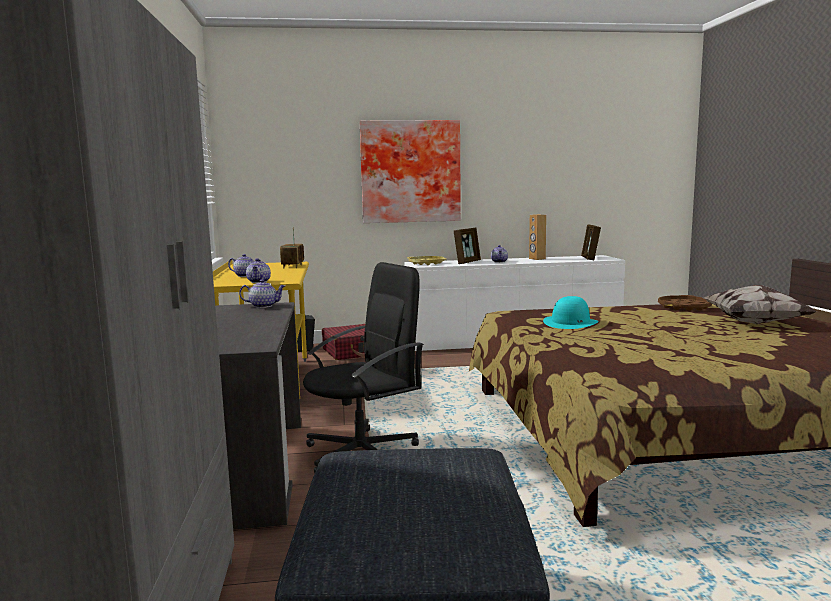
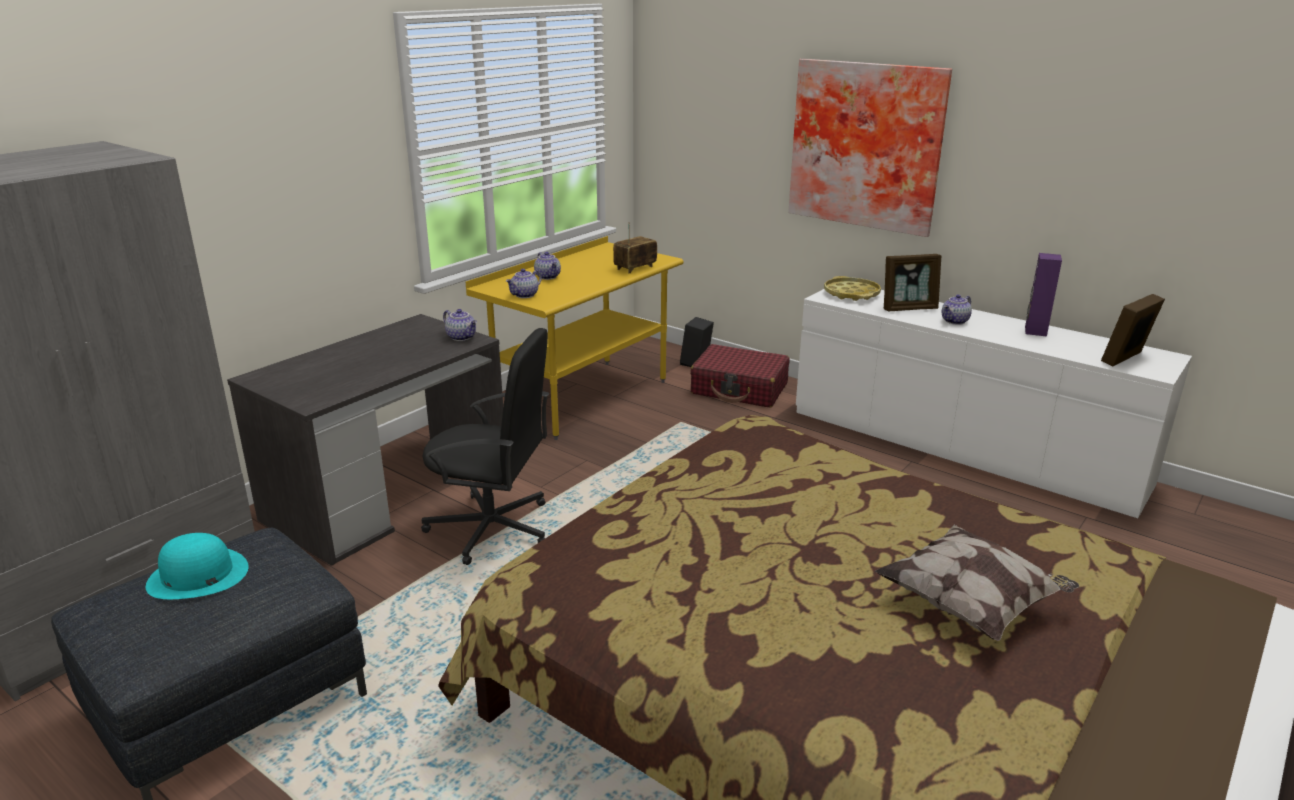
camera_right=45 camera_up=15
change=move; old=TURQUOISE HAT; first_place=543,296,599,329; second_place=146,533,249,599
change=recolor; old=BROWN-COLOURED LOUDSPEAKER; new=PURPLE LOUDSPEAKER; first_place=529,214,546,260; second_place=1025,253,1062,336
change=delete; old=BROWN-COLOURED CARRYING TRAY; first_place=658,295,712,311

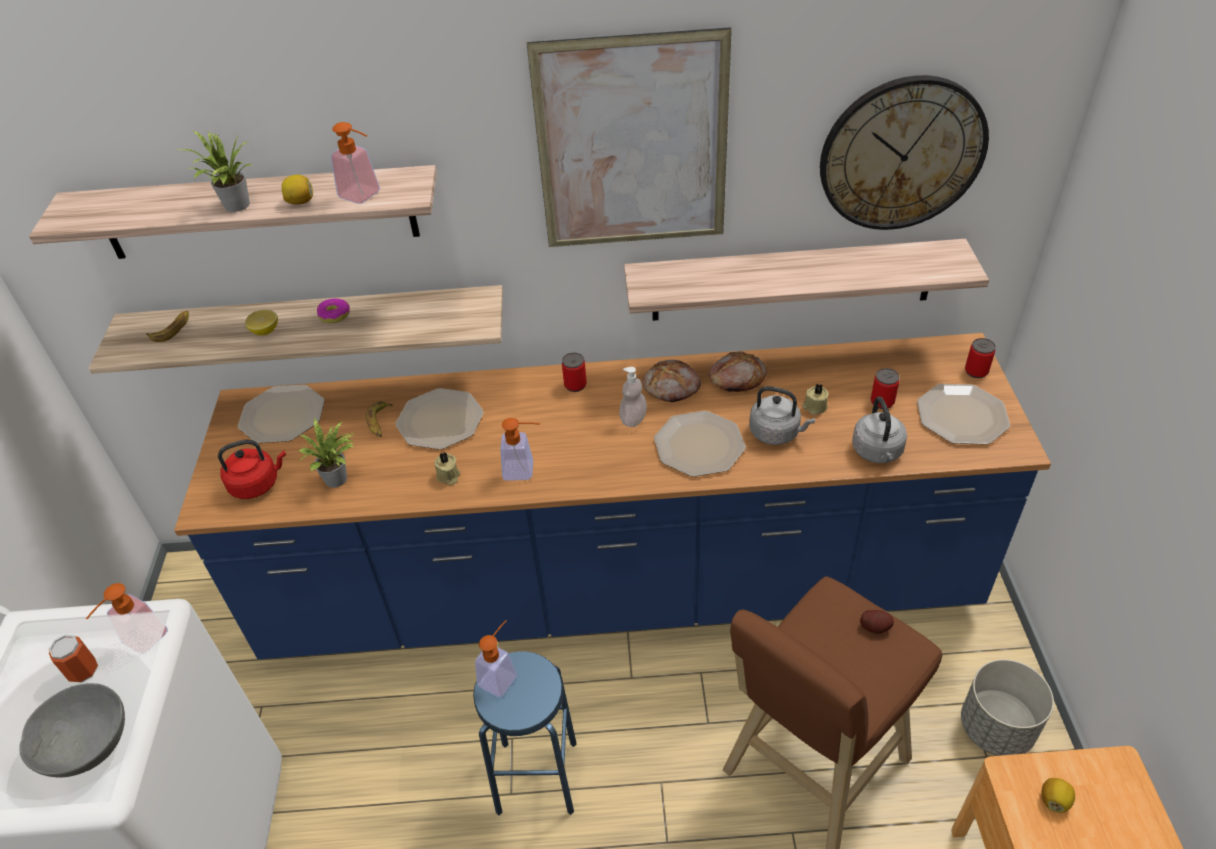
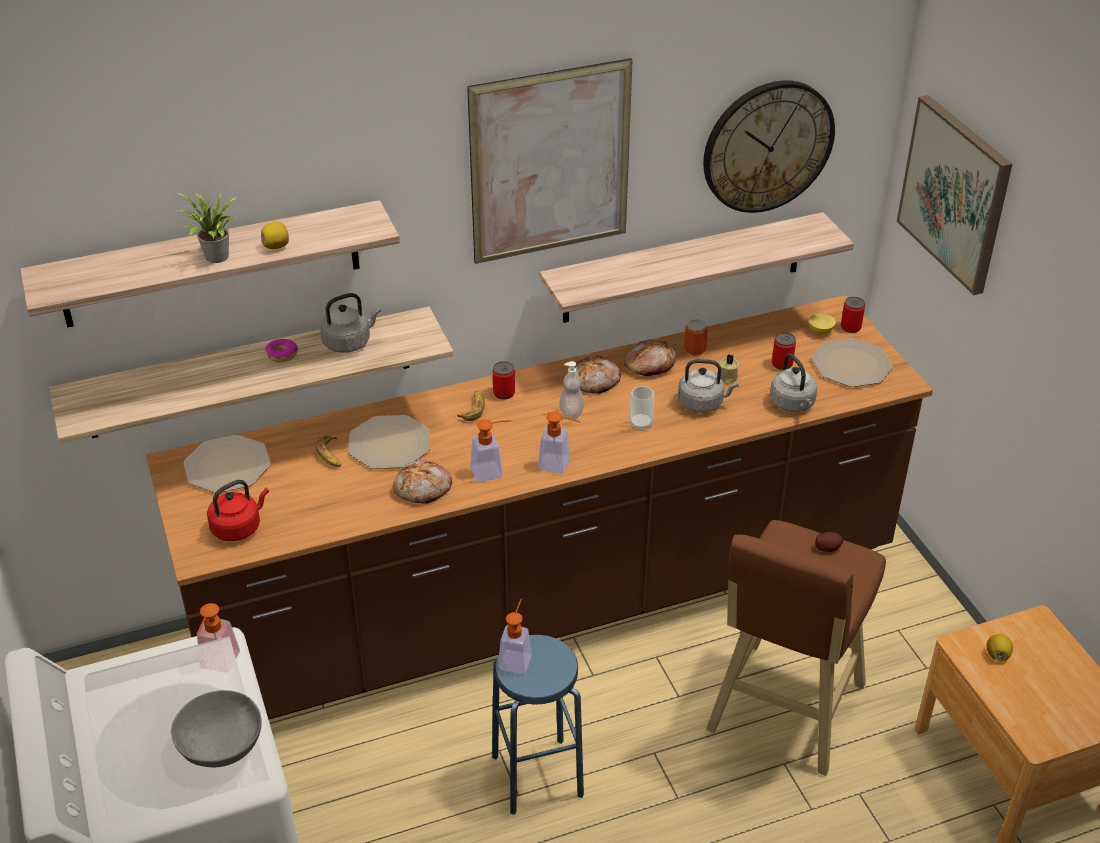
camera_right=-20 camera_up=-5
change=recolor; old=BLUE COUNTER; new=BROWN-COLOURED COUNTER; first_place=174,333,1051,659; second_place=146,295,933,720
change=insert; new=GRAY KETTLE; second_place=320,293,381,353
change=replace; old=SAND-COLOURED CANDLE; new=BAKERY BREAD; first_place=434,452,460,486; second_place=393,460,452,504
change=move; old=WHOLE BANANA; first_place=146,311,189,342; second_place=457,391,485,421
change=move; old=SOAP DISPENSER; first_place=331,122,380,204; second_place=538,411,581,474
change=replace; old=FLAT DISH; new=DRINKING CUP; first_place=654,411,746,477; second_place=629,386,654,431
change=move; old=SEALED CAN; first_place=48,635,98,683; second_place=684,319,708,356
change=move; old=CITRUS FRUIT; first_place=245,310,278,336; second_place=809,313,836,335
change=insert; new=WALL PICTURE; second_place=897,95,1013,295
change=delete; old=HOUSEPLANT; first_place=299,418,355,488
change=delete; old=GRAY PLANT POT; first_place=961,659,1054,756

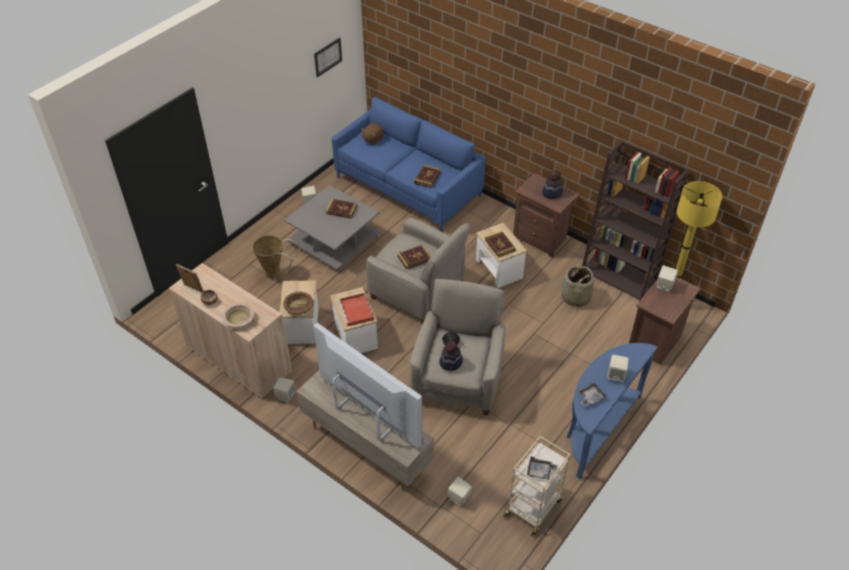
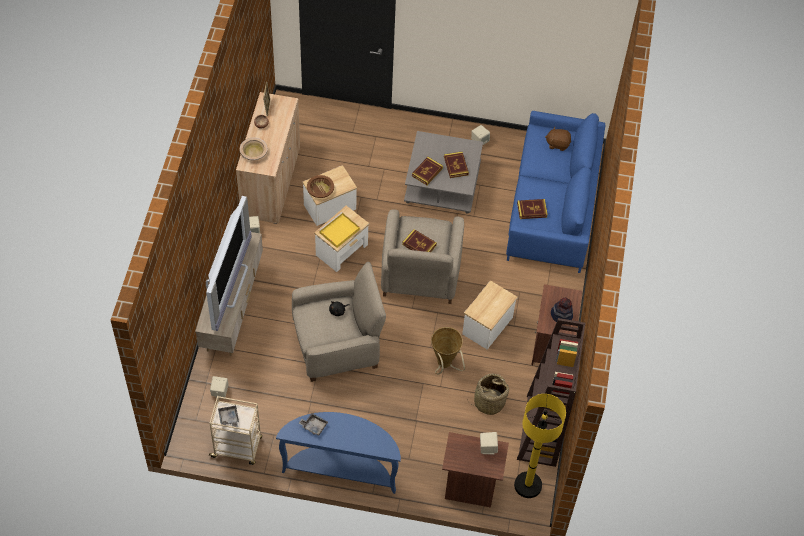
camera_right=60 camera_up=10
change=recolor; old=RED-COLOURED CARRYING TRAY; new=YELLOW CARRYING TRAY; first_place=338,293,374,327; second_place=319,212,360,248
change=move; old=BOUND BOOK; first_place=485,231,516,257; second_place=412,157,443,185
change=move; old=STORAGE BASKET; first_place=253,235,300,281; second_place=431,327,465,374
change=delete; old=WALL PICTURE; first_place=314,37,342,77
change=delete; old=HAT; first_place=439,341,463,371
change=delete; old=SAND-COLOURED LOUDSPEAKER; first_place=607,354,629,382

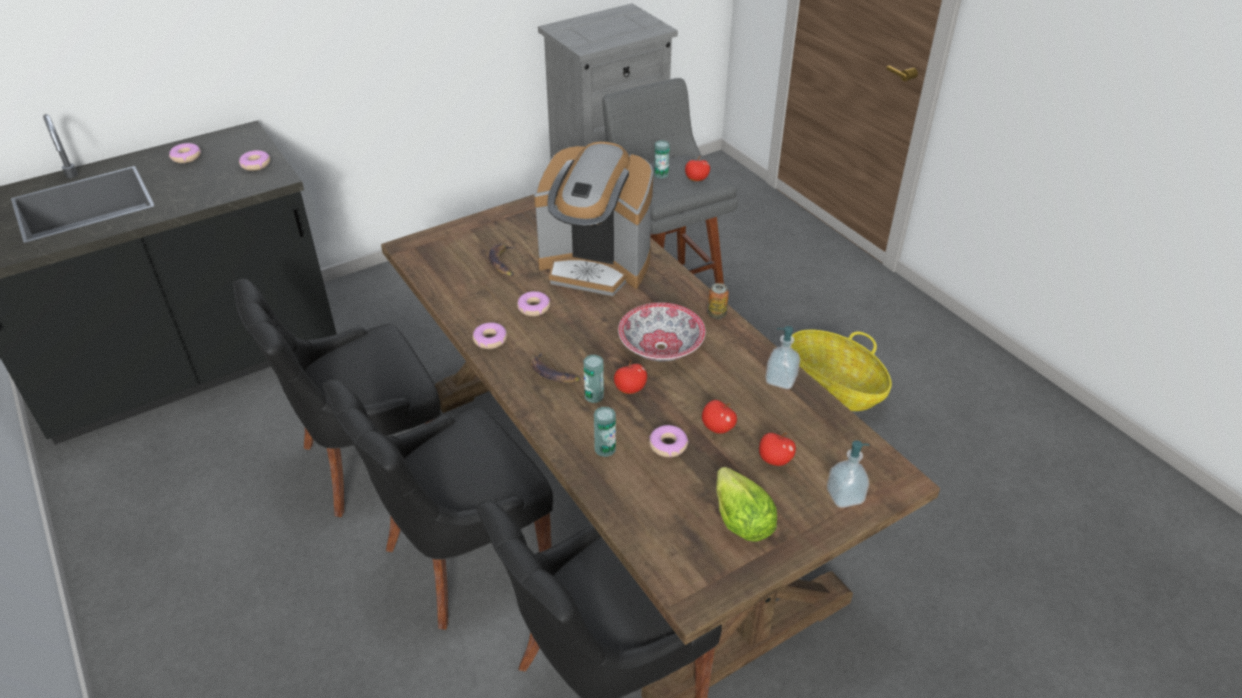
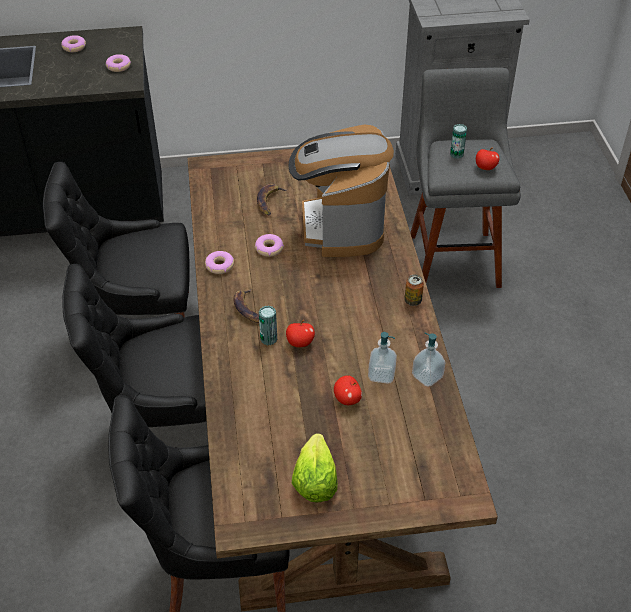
camera_right=25 camera_up=5
change=rotate; old=COFFEE MAKER; first_place=534,142,653,296; second_place=288,125,394,257; degrees=45
change=move; old=SOAP DISPENSER; first_place=827,441,869,508; second_place=368,332,397,384
change=delete; old=SEALED CAN; first_place=594,406,616,457
change=delete; old=SERVING BOWL; first_place=618,302,706,361
change=delete; old=DONUT; first_place=649,425,689,457
change=delete; old=APPLE FRUIT; first_place=759,433,796,466
change=delete; old=STORAGE BASKET; first_place=791,330,892,411

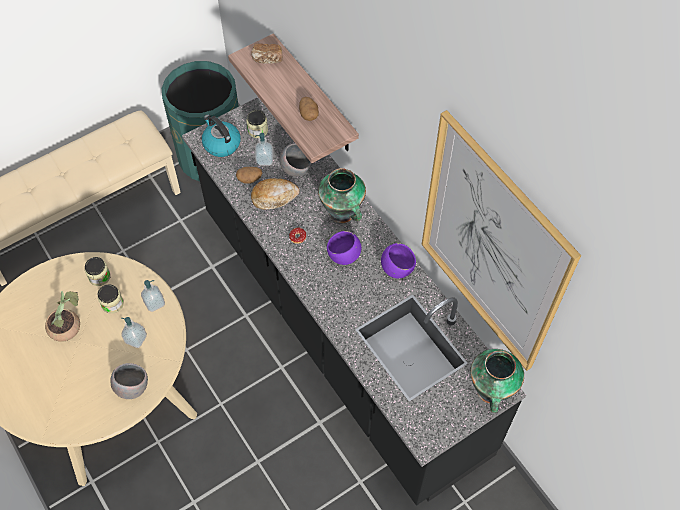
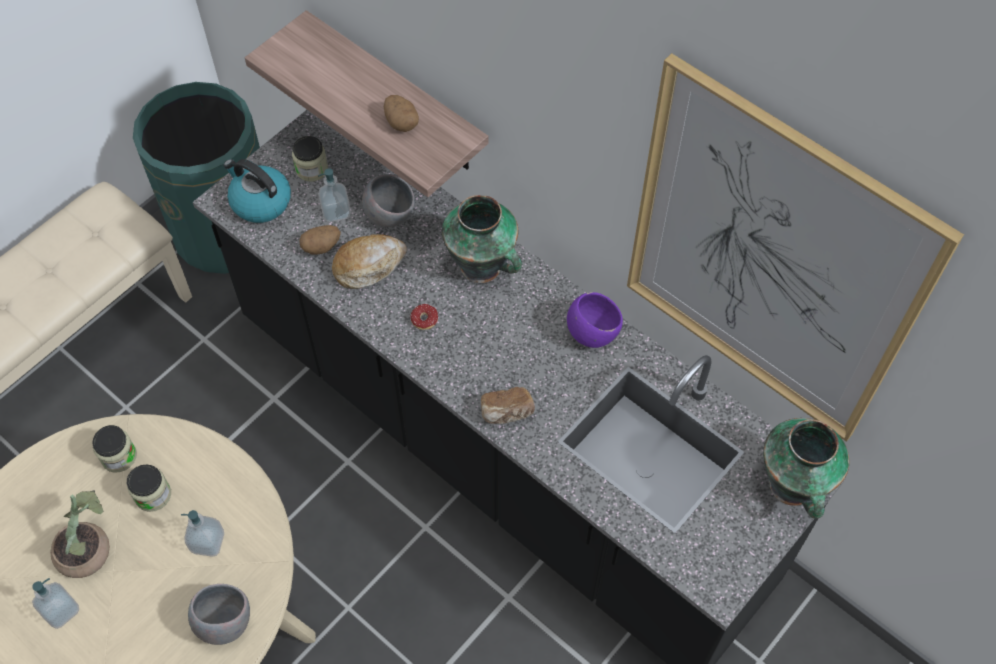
camera_right=-15 camera_up=0
change=move; old=SOAP DISPENSER; first_place=141,280,165,312; second_place=32,578,79,629
change=move; old=BAKERY BREAD; first_place=251,43,283,64; second_place=481,387,535,424
change=delete; old=PURPLE SERVING BOWL; first_place=327,231,362,265

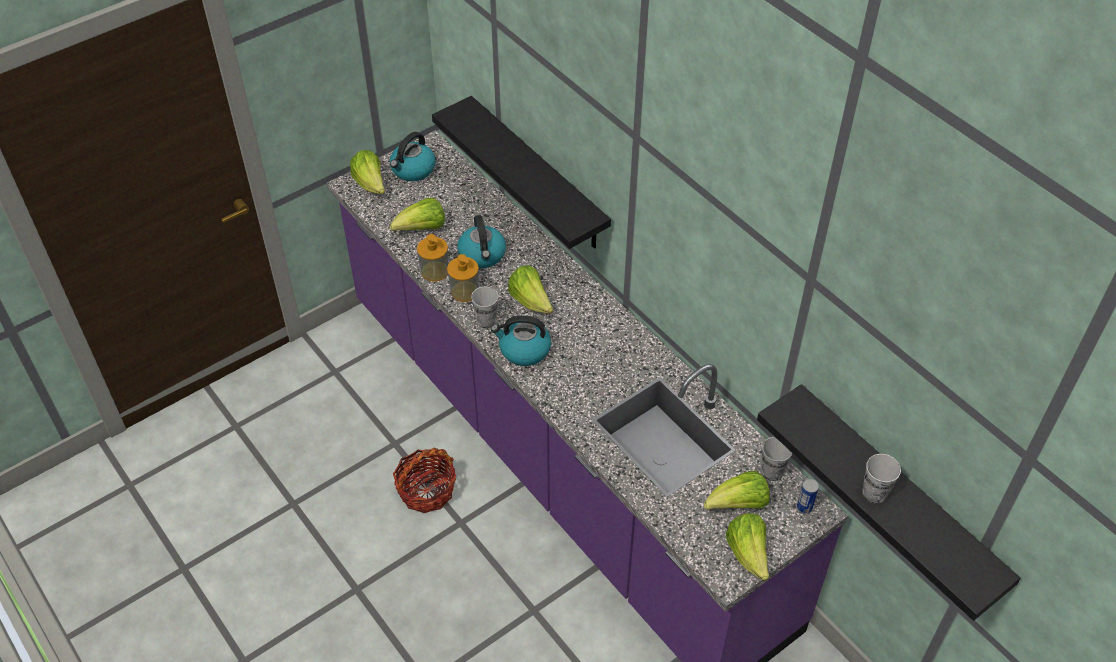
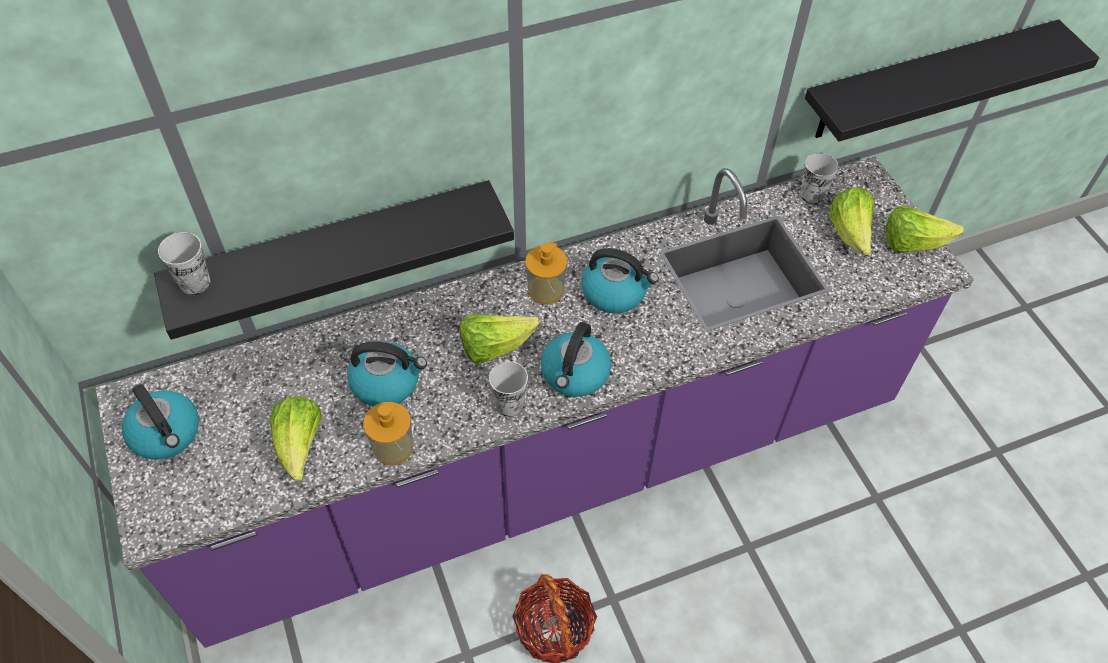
camera_right=-75 camera_up=5
change=move; old=DRINKING CUP; first_place=862,454,901,504; second_place=158,232,210,295
change=move; old=SOAP DISPENSER; first_place=447,254,479,302; second_place=525,243,567,304
change=insert; new=KETTLE; second_place=581,248,659,314
change=delete; old=HEAD OF LETTUCE; first_place=350,150,385,194
change=delete; old=SEALED CAN; first_place=797,479,819,514

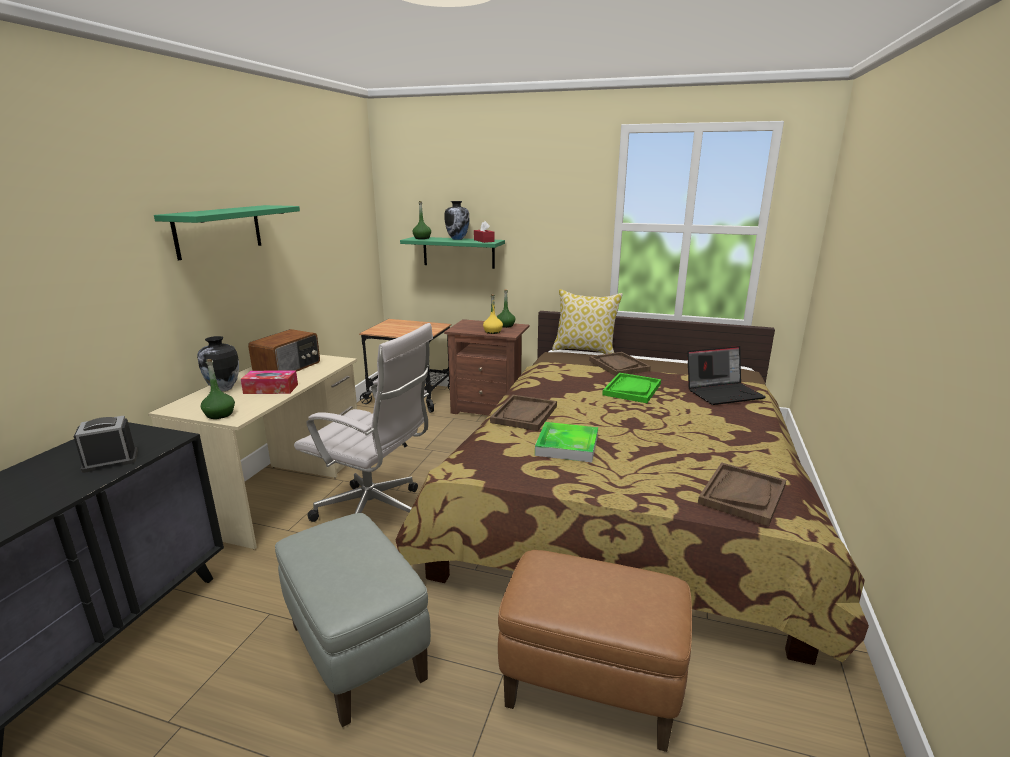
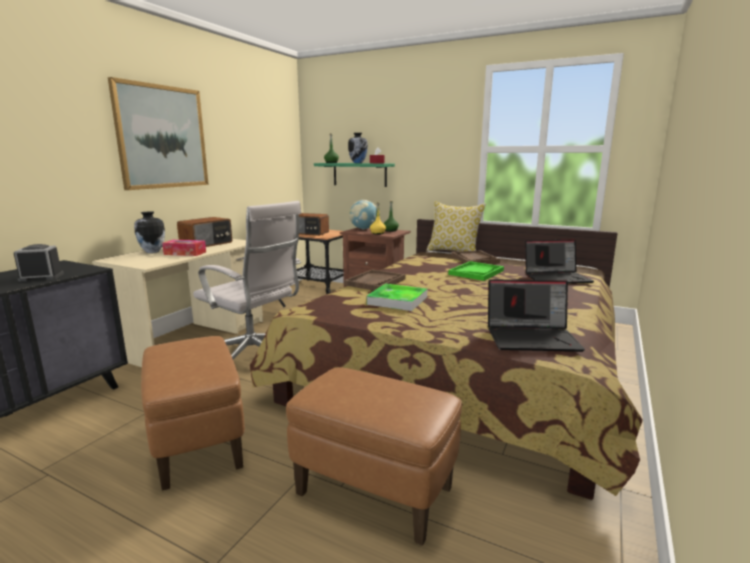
camera_right=10 camera_up=-5
change=replace; old=GREENISH BRACKET SHELF; new=WALL PICTURE; first_place=154,205,300,260; second_place=108,77,209,190
change=recolor; old=GRAY FOOTREST; new=BROWN-COLOURED FOOTREST; first_place=275,513,431,727; second_place=141,336,245,491
change=insert; new=RADIO; second_place=299,213,329,236
change=insert; new=DESK GLOBE; second_place=349,200,377,230
change=replace; old=BROWN-COLOURED CARRYING TRAY; new=NOTEBOOK COMPUTER; first_place=698,462,786,526; second_place=488,279,585,352
change=delete; old=GREENISH BOTTLE; first_place=201,359,235,419

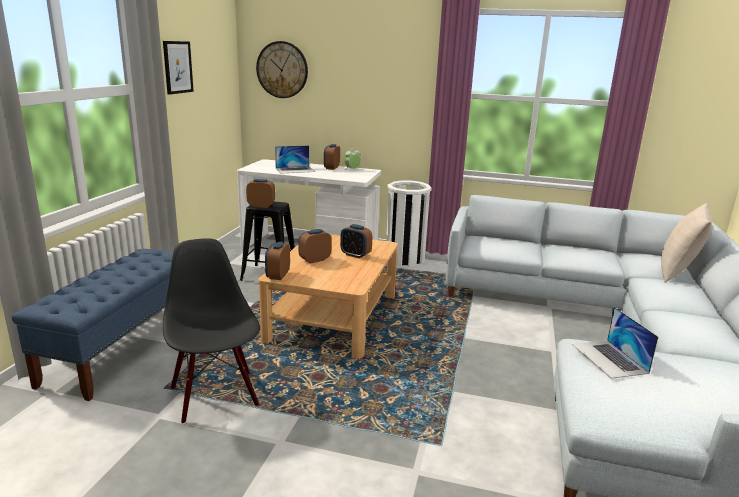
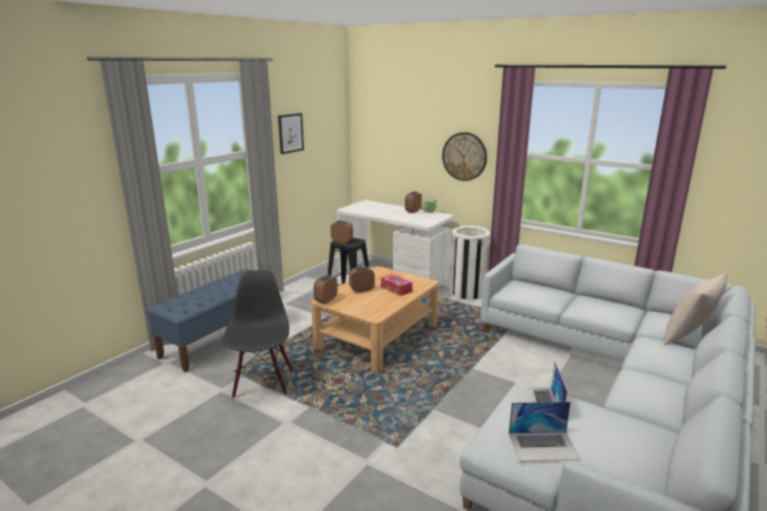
camera_right=20 camera_up=0
change=replace; old=BEDSIDE CLOCK; new=TISSUE BOX; first_place=340,224,372,259; second_place=381,274,412,296
change=move; old=CLOCK ON THE WALL; first_place=256,41,308,98; second_place=442,132,487,181
change=move; old=NOTEBOOK COMPUTER; first_place=275,145,316,174; second_place=509,402,581,461

